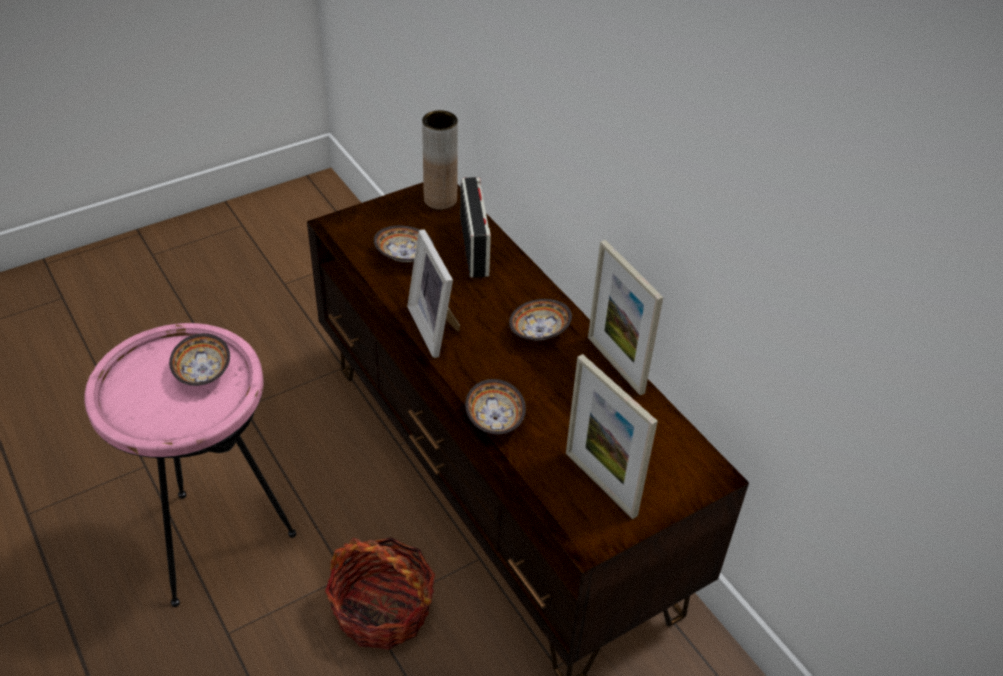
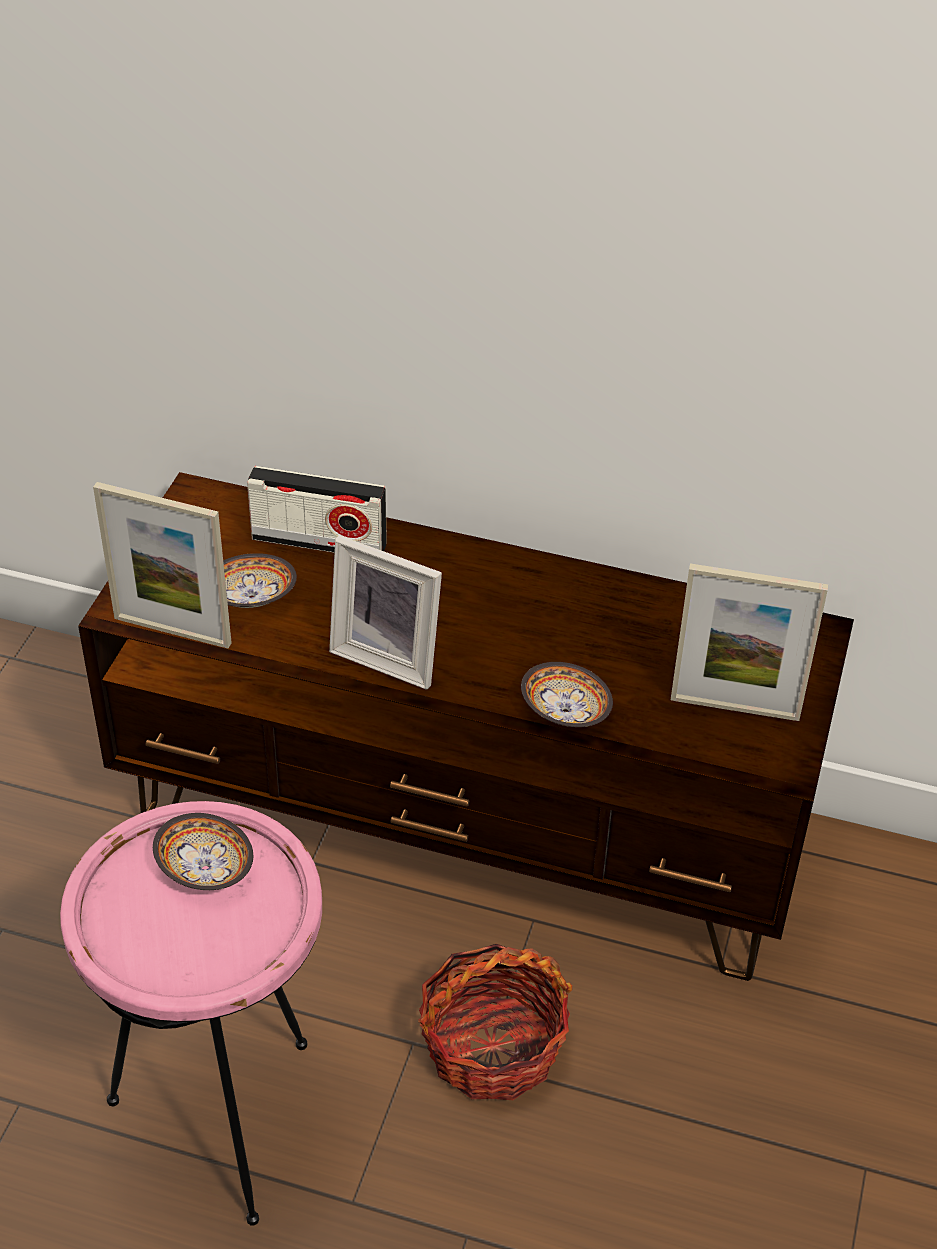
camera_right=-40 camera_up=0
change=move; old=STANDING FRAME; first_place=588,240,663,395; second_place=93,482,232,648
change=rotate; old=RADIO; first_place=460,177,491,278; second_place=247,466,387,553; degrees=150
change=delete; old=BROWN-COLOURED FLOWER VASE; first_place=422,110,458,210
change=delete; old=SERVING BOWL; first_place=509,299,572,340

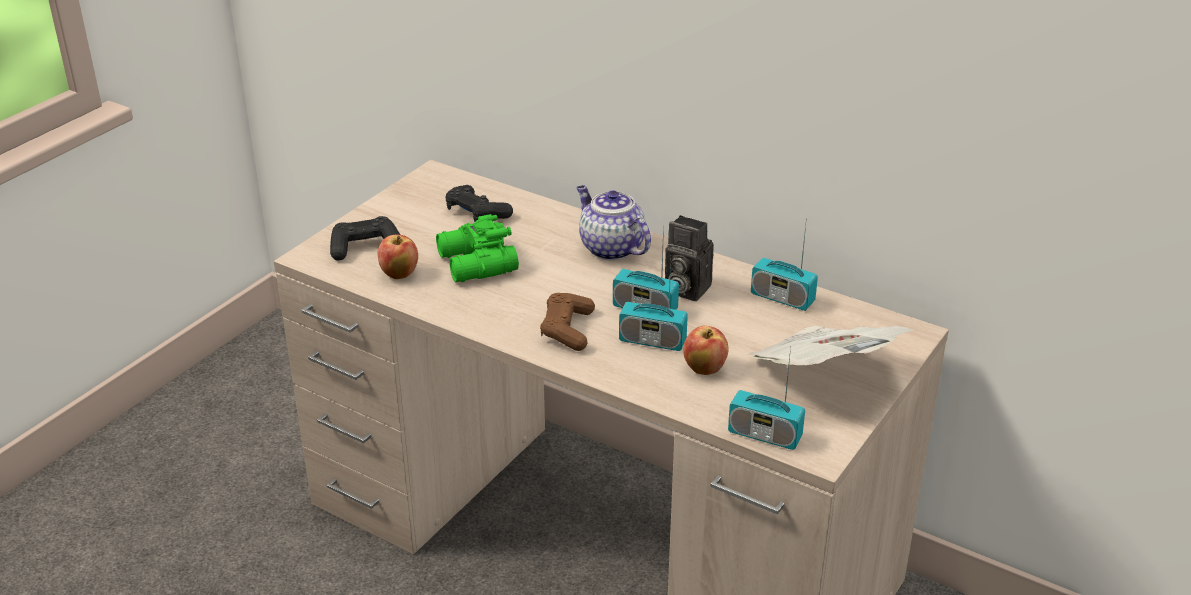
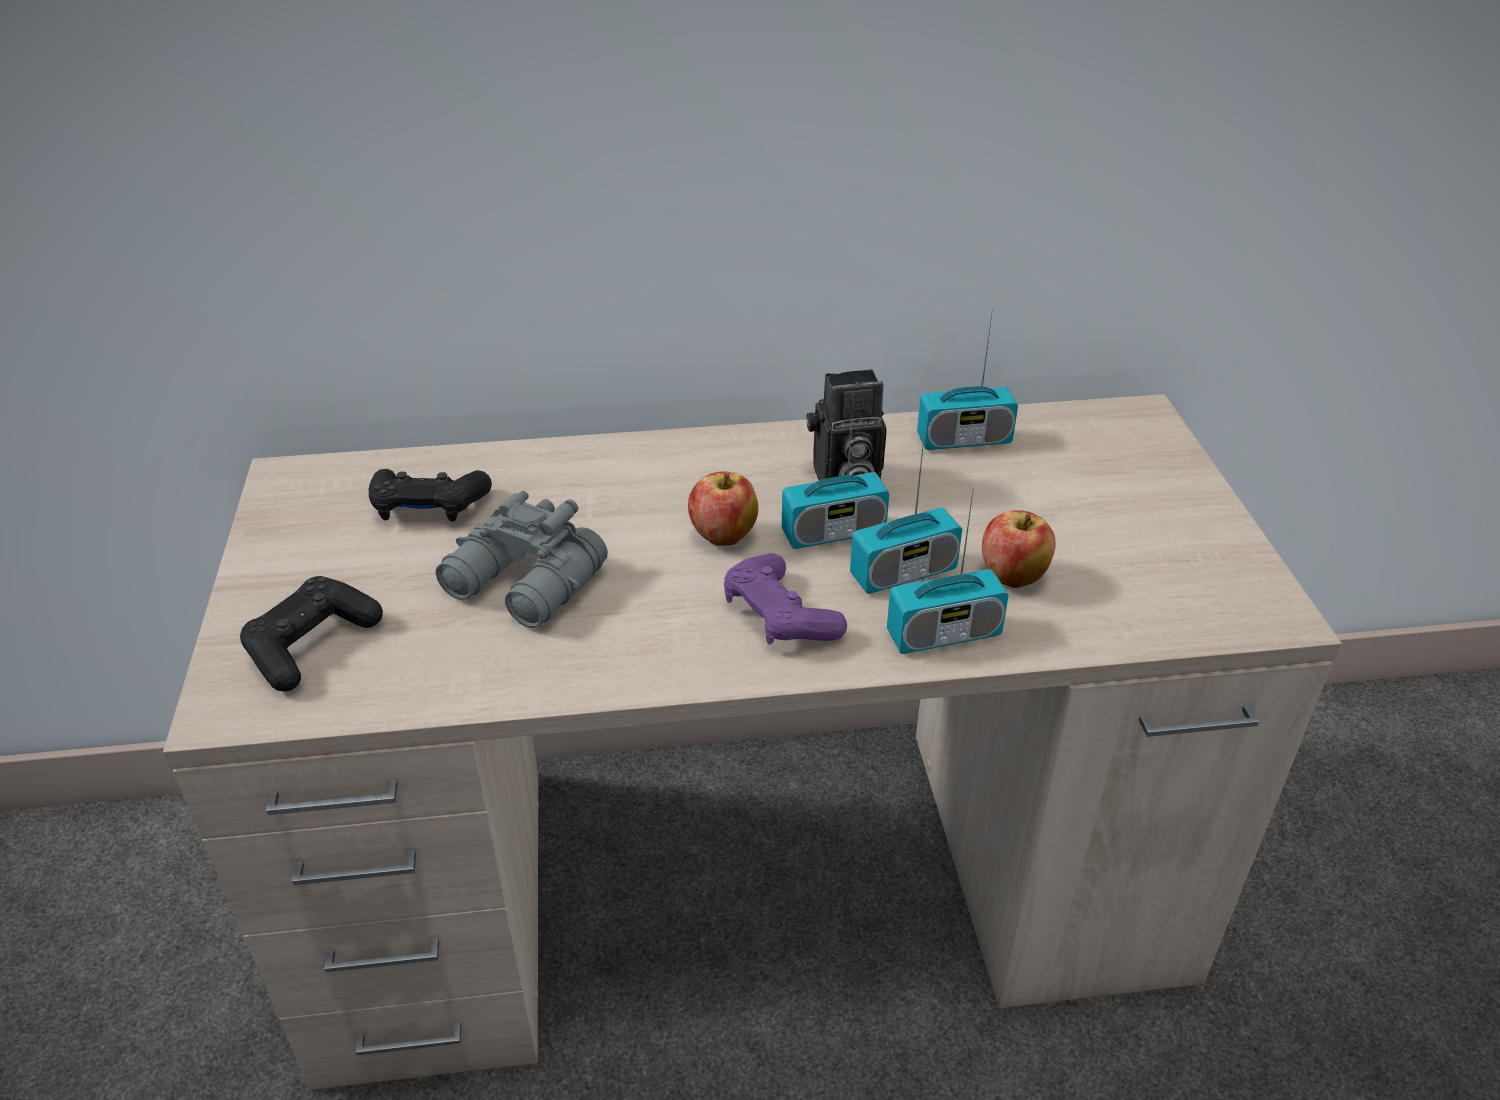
camera_right=-40 camera_up=5
change=recolor; old=GREENISH FIELD GLASSES; new=GRAY FIELD GLASSES; first_place=436,214,519,282; second_place=436,491,608,628
change=move; old=APPLE FRUIT; first_place=378,235,418,279; second_place=688,472,758,546
change=recolor; old=BROWN-COLOURED GAME CONTROLLER; new=PURPLE GAME CONTROLLER; first_place=540,293,595,351; second_place=724,553,847,645
change=move; old=RADIO; first_place=728,346,805,450; second_place=887,487,1008,654
change=delete; old=TEA POT; first_place=576,185,651,260
change=delete; old=NEWSPAPER; first_place=748,326,914,365

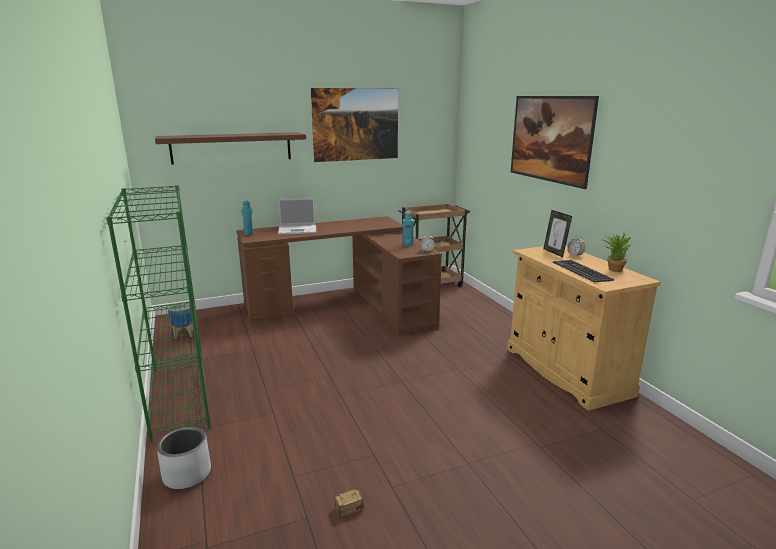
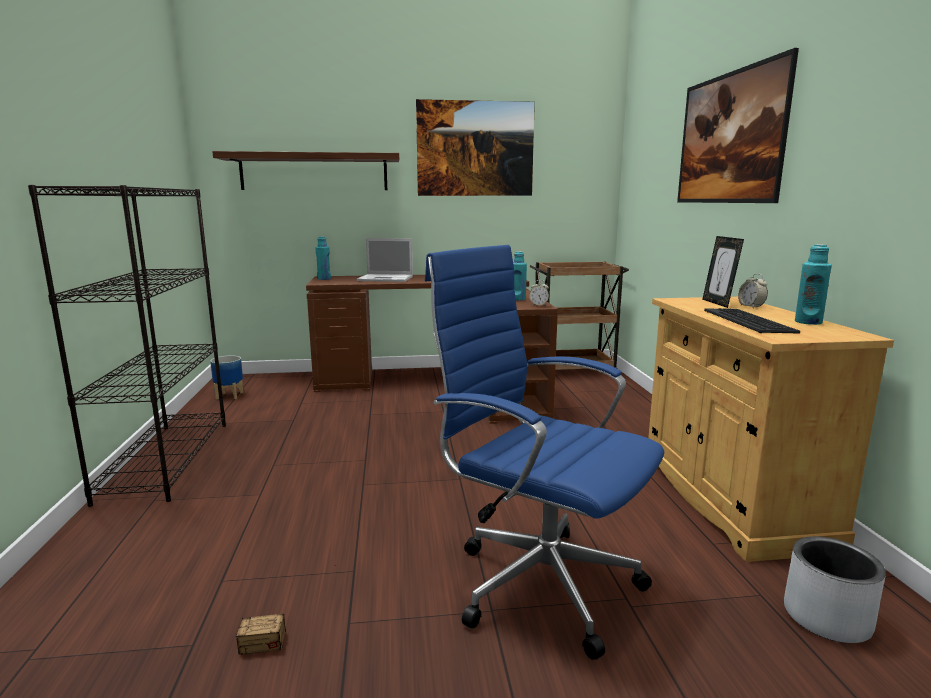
camera_right=15 camera_up=-5
change=recolor; old=GREENISH SHELVING UNIT; new=BLACKISH SHELVING UNIT; first_place=106,185,211,442; second_place=28,185,226,507
change=insert; new=BLUE COMPUTER CHAIR; second_place=425,245,664,660
change=move; old=GRAY PLANT POT; first_place=157,426,211,489; second_place=784,536,886,643
change=replace; old=HOUSEPLANT; new=TURQUOISE BOTTLE; first_place=601,233,632,272; second_place=795,244,832,325

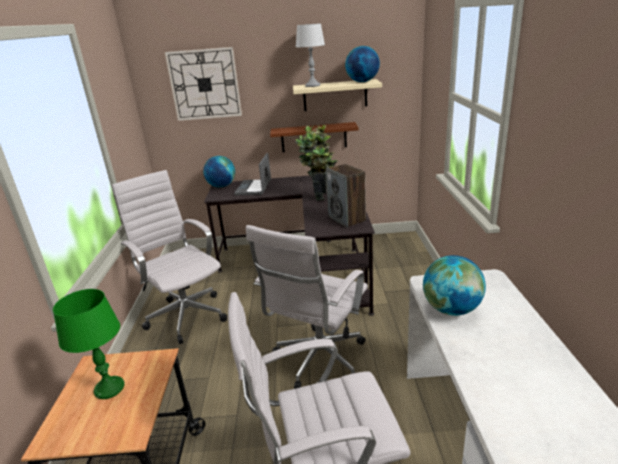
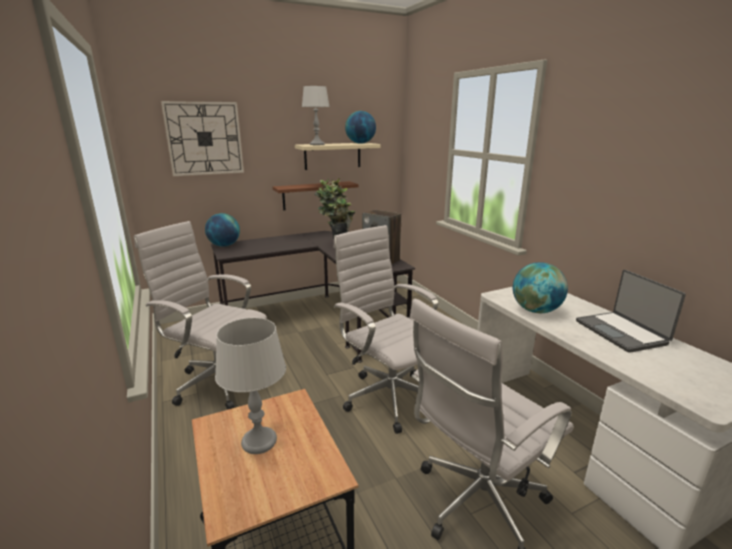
camera_right=-25 camera_up=-5
change=recolor; old=GREENISH TABLETOP LAMP; new=GRAY TABLETOP LAMP; first_place=53,289,124,399; second_place=215,318,286,454
change=rotate; old=WHITE COMPUTER CHAIR; first_place=246,225,368,389; second_place=333,225,438,434; degrees=135
change=move; old=NOTEBOOK COMPUTER; first_place=234,153,271,195; second_place=576,270,686,353

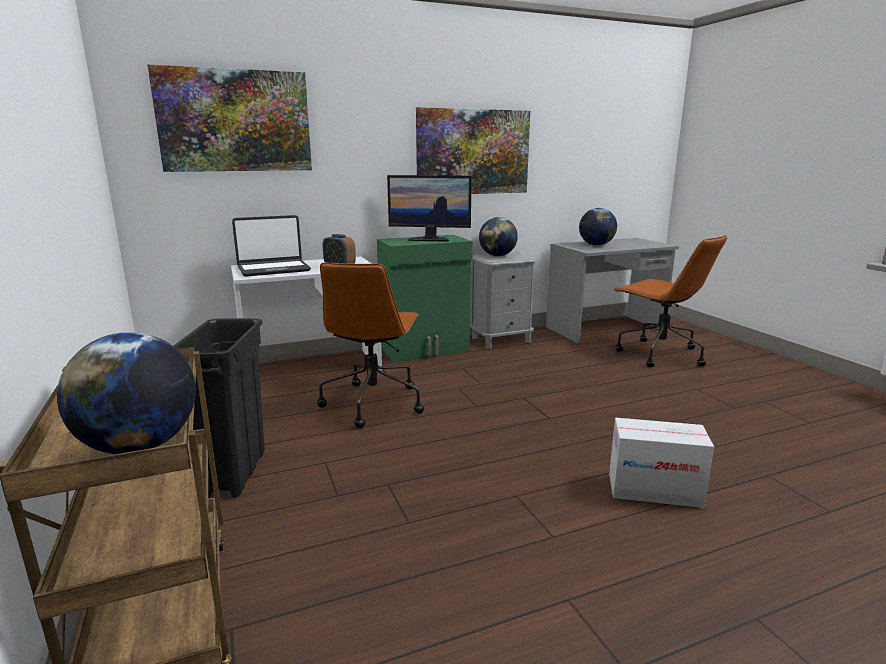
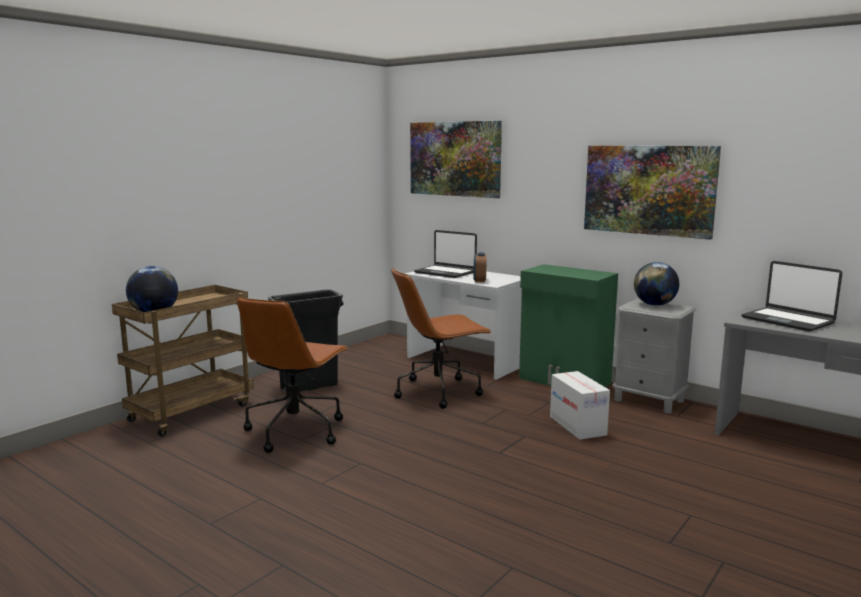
camera_right=60 camera_up=-5
change=move; old=BROWN-COLOURED COMPUTER CHAIR; first_place=613,235,727,367; second_place=237,297,348,453
change=move; old=PACKING BOX; first_place=609,418,714,508; second_place=550,371,610,440
change=replace; old=DESK GLOBE; new=NOTEBOOK COMPUTER; first_place=579,208,617,245; second_place=742,261,842,331
change=delete; old=MONITOR; first_place=387,175,472,242

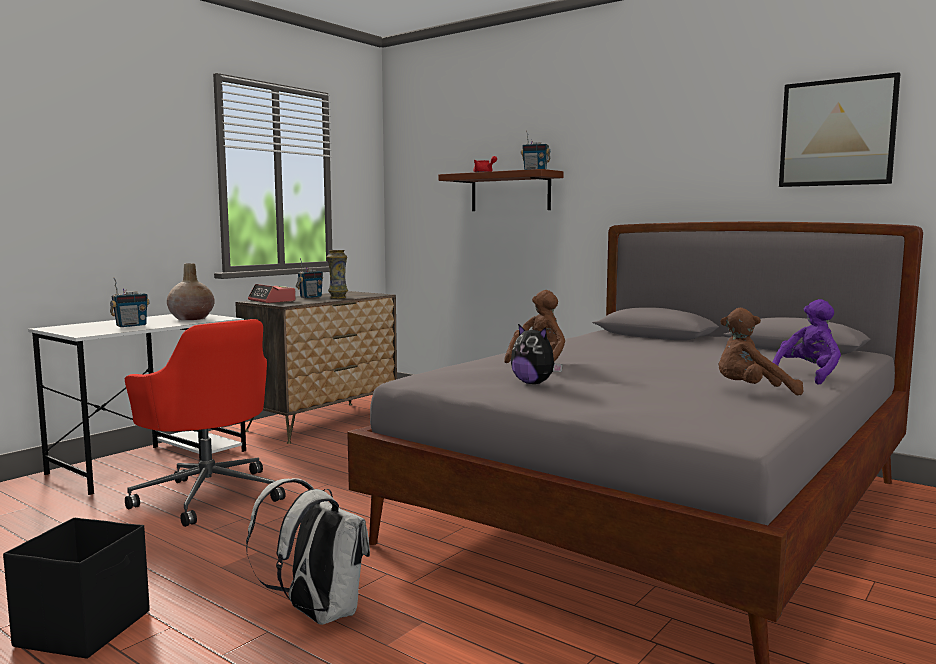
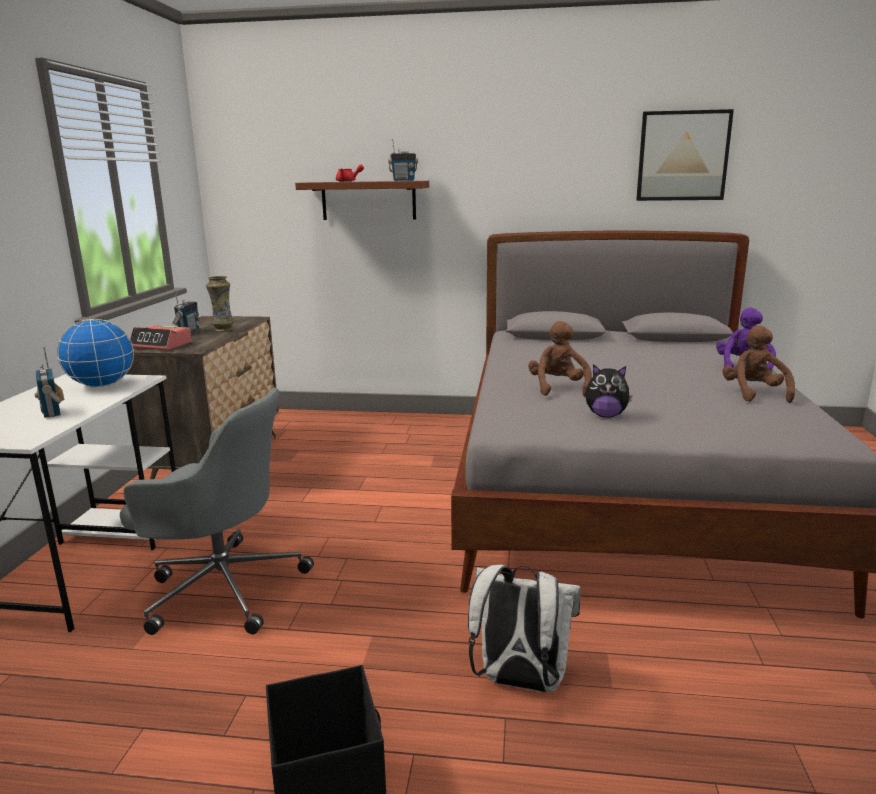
camera_right=-30 camera_up=10
change=rotate; old=RADIO; first_place=110,277,150,327; second_place=35,347,64,418; degrees=135
change=replace; old=SAND-COLOURED FLOWER VASE; new=DESK GLOBE; first_place=167,263,215,320; second_place=57,319,134,388
change=recolor; old=RED-COLOURED COMPUTER CHAIR; new=GRAY COMPUTER CHAIR; first_place=125,319,286,527; second_place=120,388,314,635
change=rotate; old=BROWN-COLOURED PLUSH TOY; first_place=719,308,804,396; second_place=722,325,795,403; degrees=120

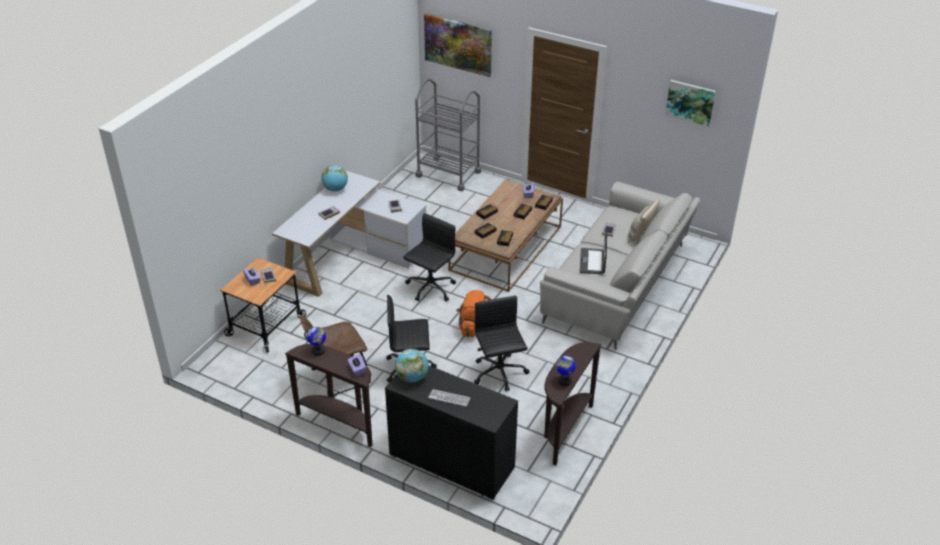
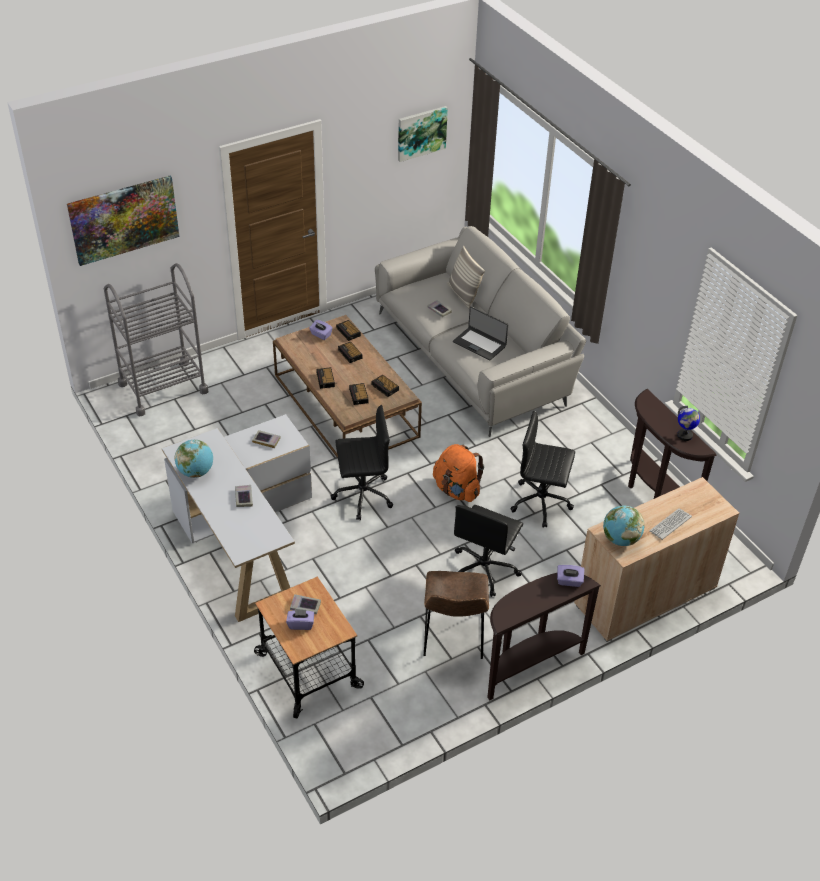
camera_right=-60 camera_up=5
change=rotate; old=BLACKISH COMPUTER CHAIR; first_place=403,213,456,301; second_place=331,405,393,520; degrees=105
change=recolor; old=BLACKISH STORAGE CABINET; new=SAND-COLOURED STORAGE CABINET; first_place=385,365,518,500; second_place=574,477,739,642
change=delete; old=DESK GLOBE; first_place=304,327,326,356

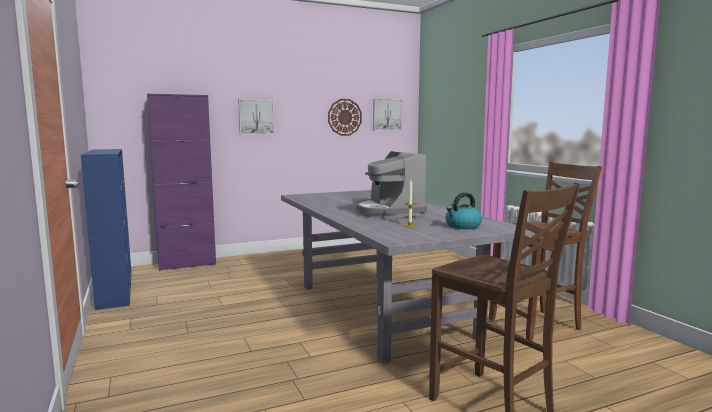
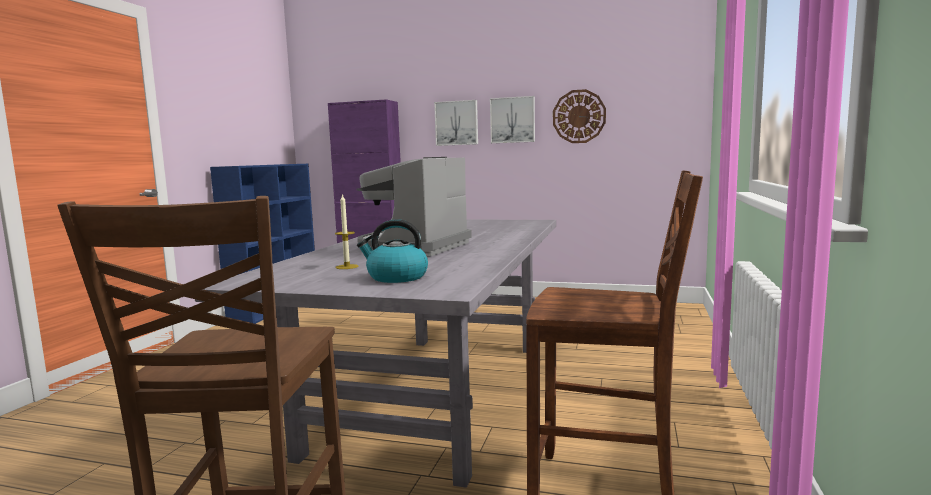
camera_right=40 camera_up=0
change=move; old=WALL PICTURE; first_place=373,99,402,130; second_place=490,96,535,143

